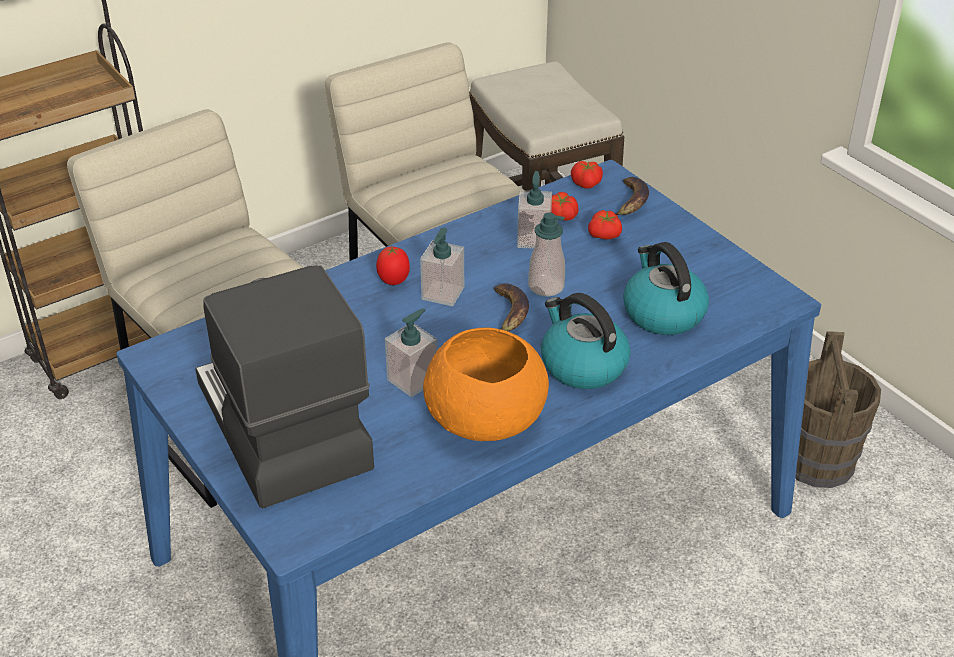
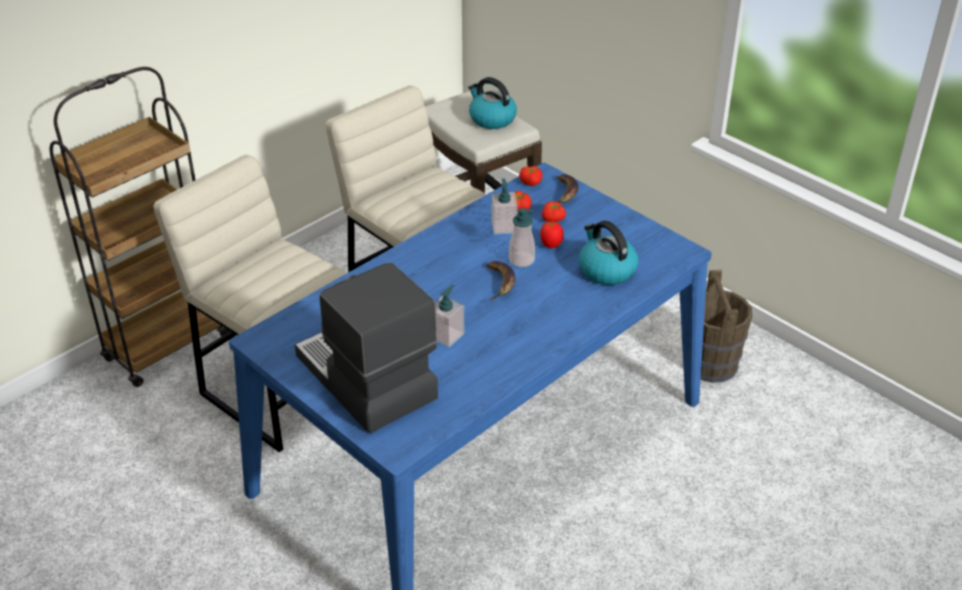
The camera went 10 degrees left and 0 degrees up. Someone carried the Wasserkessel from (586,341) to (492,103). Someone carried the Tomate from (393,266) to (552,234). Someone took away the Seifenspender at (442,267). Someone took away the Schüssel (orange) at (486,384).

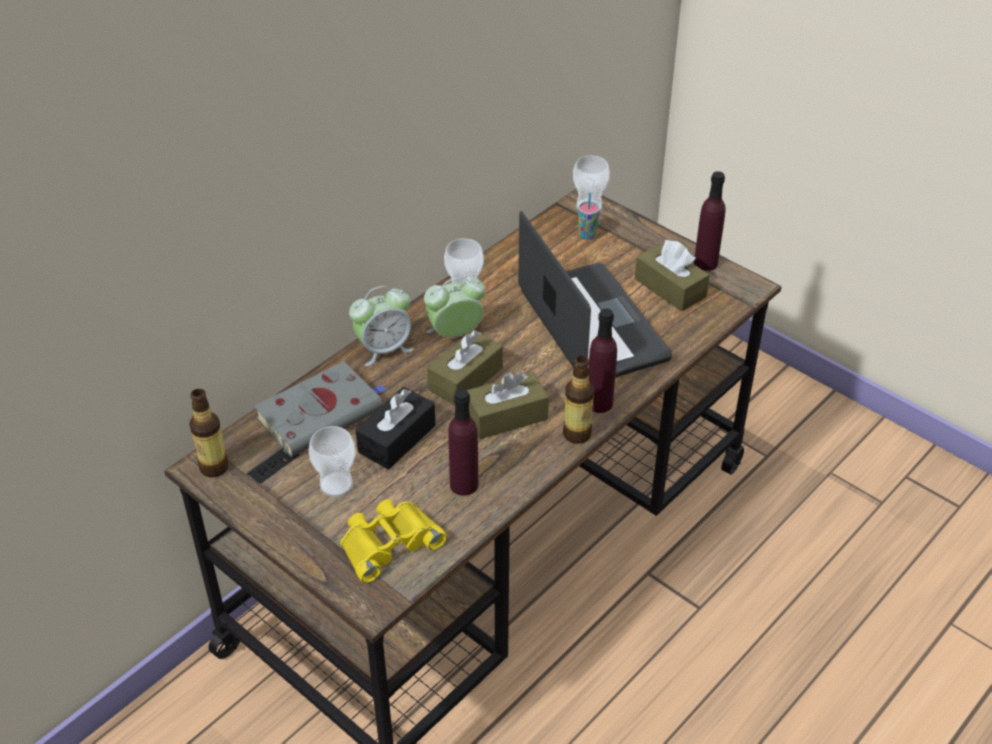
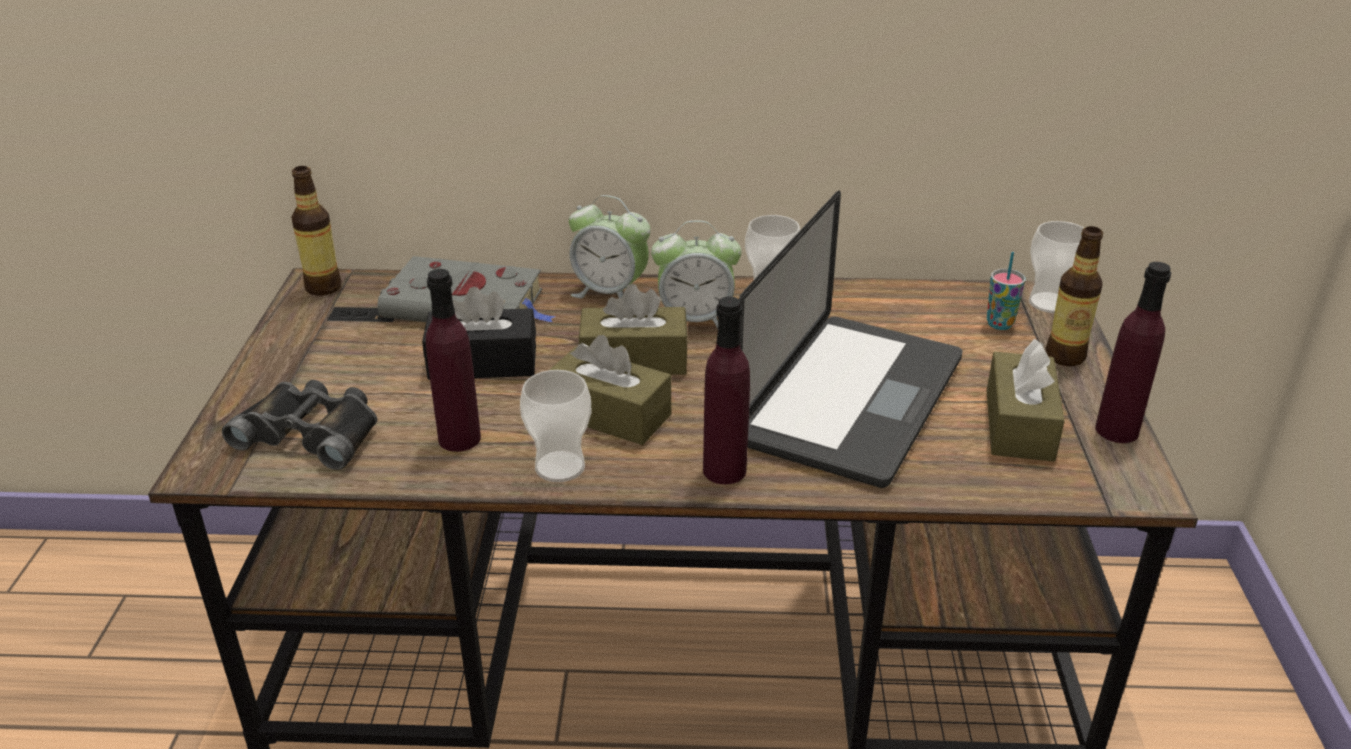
The camera went 50 degrees right and 10 degrees down. Someone repainted the Fernglas (gelb) at (393,541), which became the Fernglas (schwarz) at (299,425). Someone carried the Tasse from (332,461) to (556,426). Someone rotated the Wecker at (454,307) by 150 degrees clockwise. Someone carried the Flasche from (578,400) to (1074,296).

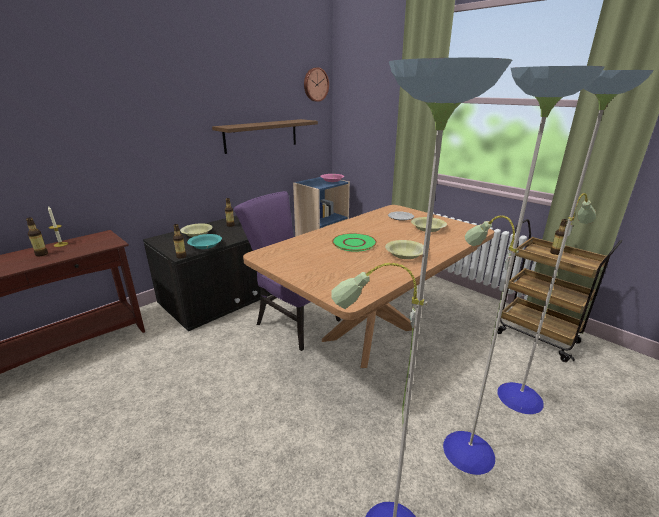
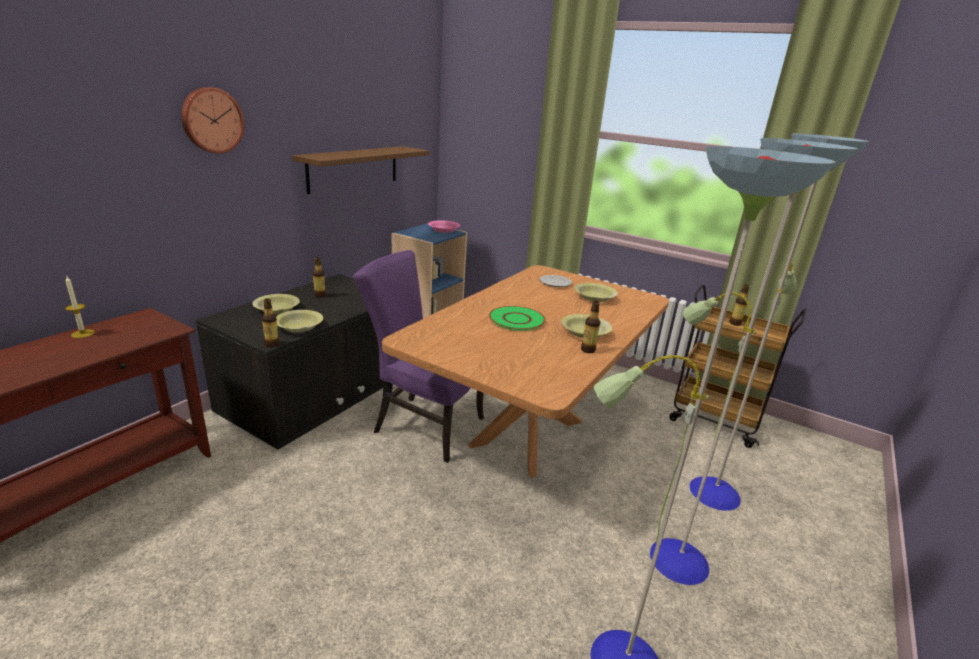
The camera went 15 degrees left and 0 degrees up. Someone carried the Wanduhr from (316,85) to (212,120). Someone repainted the Schüssel (türkis) at (204,241), which became the Schüssel (gelb) at (299,321). Someone carried the Flasche from (37,237) to (590,327).

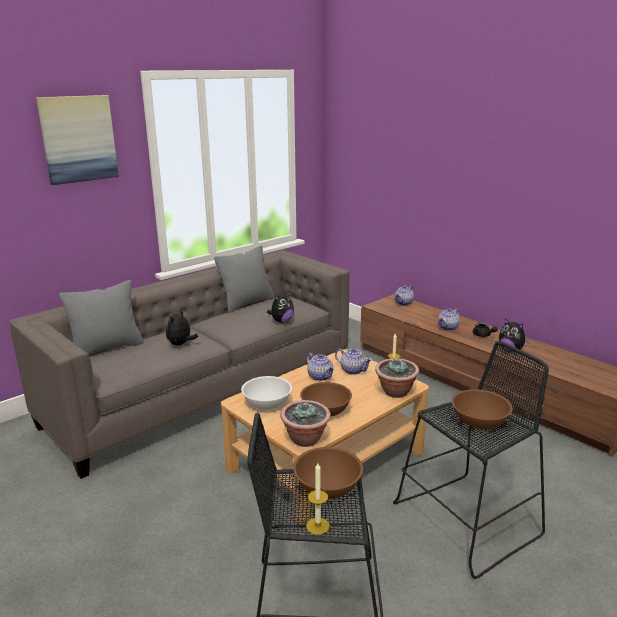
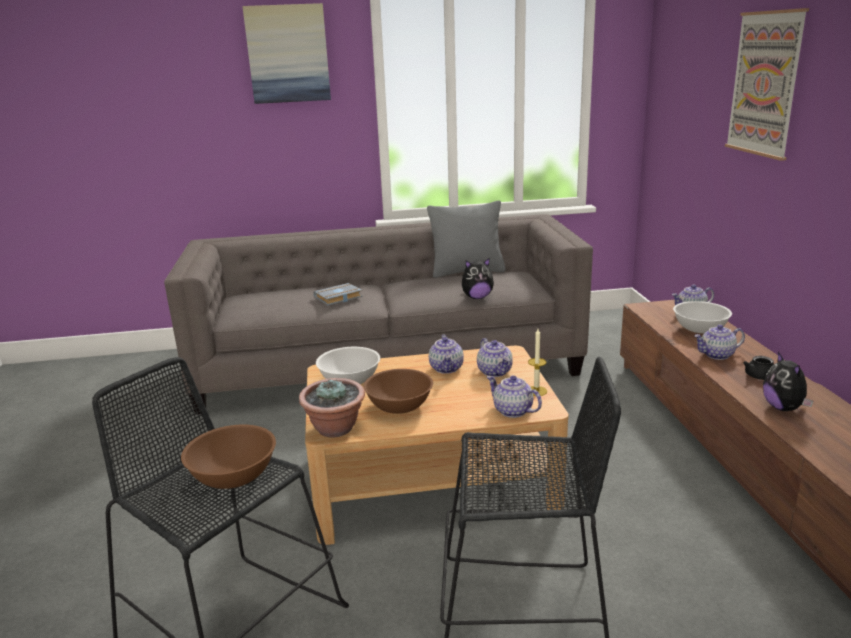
The camera went 35 degrees right and 0 degrees up. Someone swapped the Plüschtier at (182,327) for the Buch (grau) at (338,294). Someone swapped the Topfpflanze at (397,378) for the Teekanne at (514,396). Someone put down the Schüssel (weiß) at (702,317). Someone put up the Bild at (767,84). Someone took away the Kissen (grau) at (101,317). Someone took away the Kerze at (318,499). Someone took away the Schüssel (braun) at (481,409).

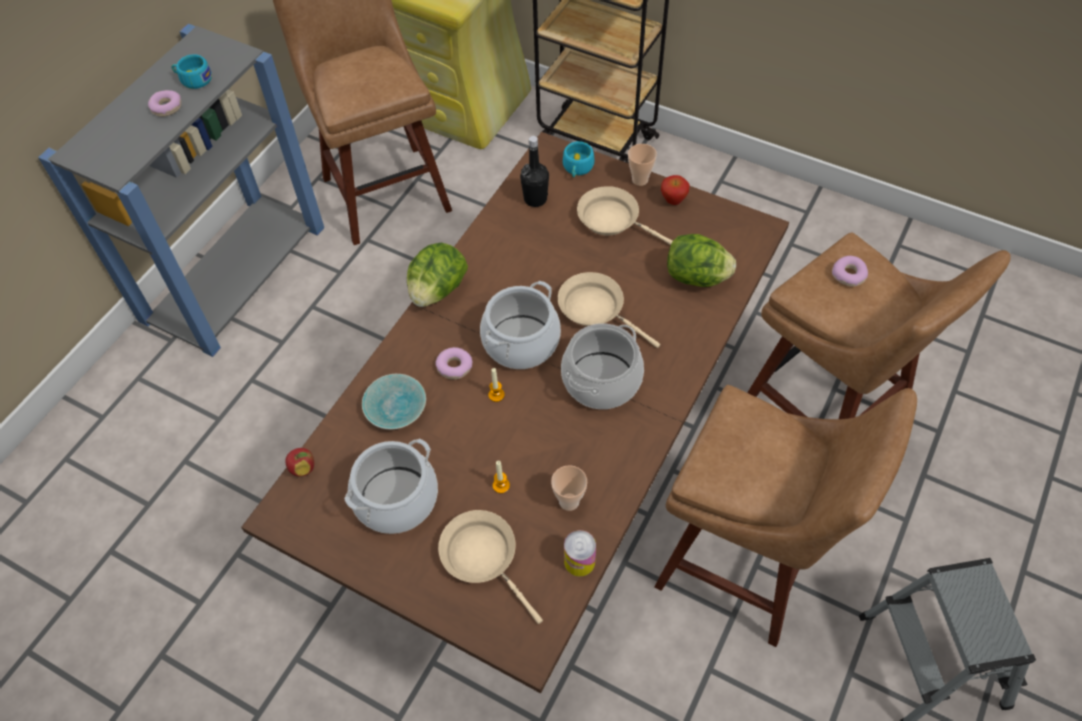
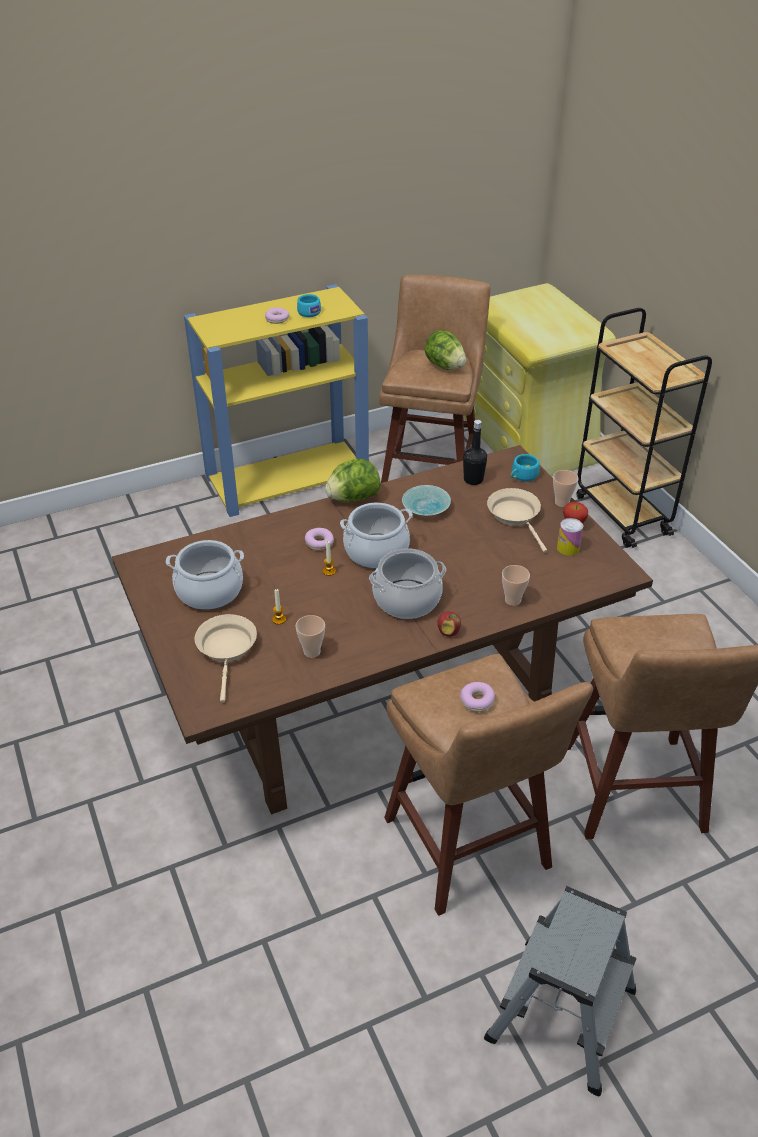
The camera went 35 degrees right and 15 degrees down. Someone repainted the Bücherregal (grau) at (181,190), which became the Bücherregal (gelb) at (276,400). Someone carried the Schüssel (türkis) from (394,401) to (426,500). Someone carried the Salatkopf from (701,260) to (445,350). Someone carried the Apfel from (300,462) to (449,624). Someone carried the Donut from (850,271) to (477,697). Someone put down the Tasse at (516,585). Someone carried the Dose from (580,553) to (570,537). Someone took away the Pfanne (beige) at (609,310).

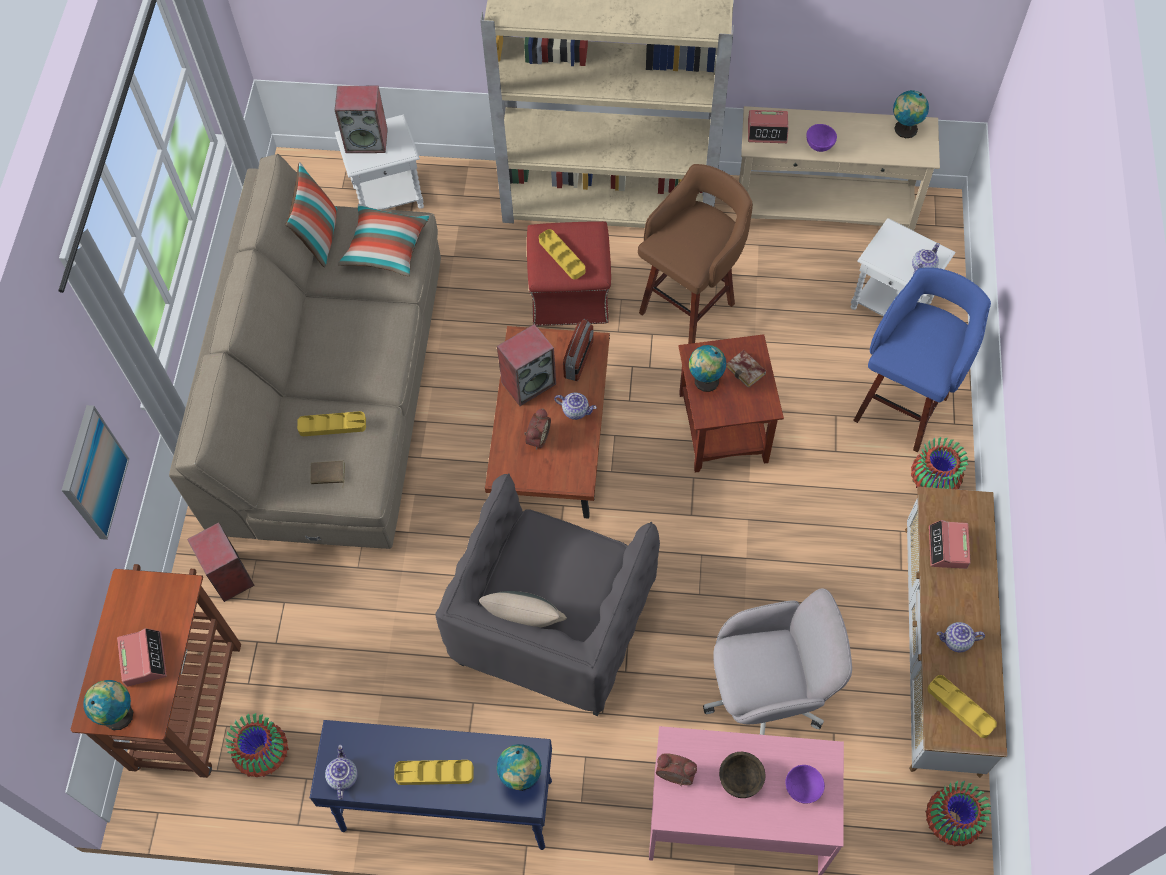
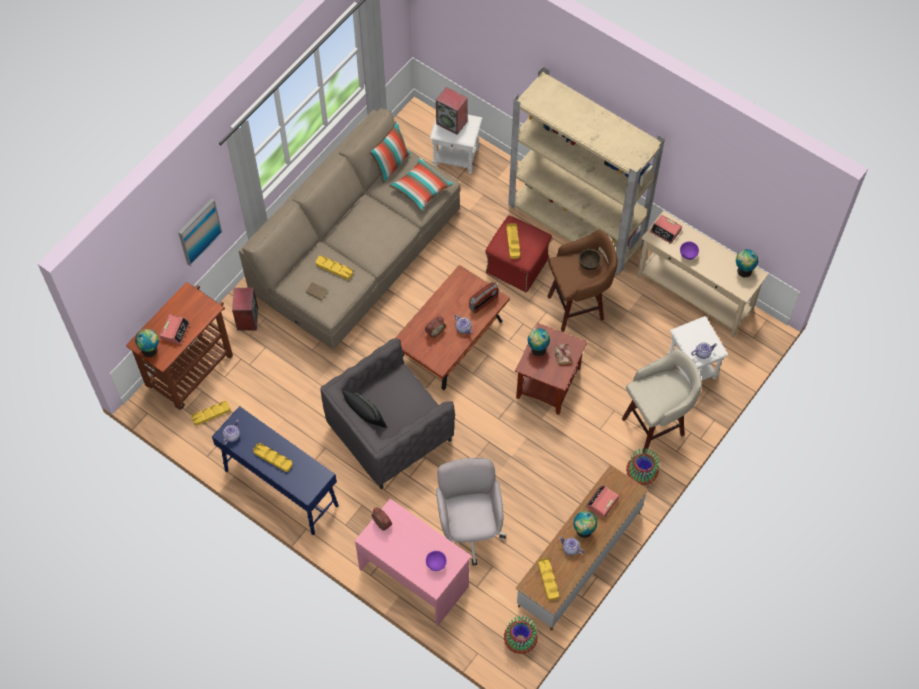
The camera went 30 degrees right and 0 degrees up. Someone swapped the Vase at (257,745) for the Tablett (gelb) at (210,413). Someone repainted the Kissen (beige) at (523,609), which became the Kissen (schwarz) at (364,409). Someone rotated the Bürostuhl (grau) at (777,661) by 120 degrees counterclockwise. Someone carried the Globus from (519,767) to (585,524). Someone carried the Schüssel (braun) from (742,775) to (590,259). Someone repainted the Hocker (blau) at (922,360), which became the Hocker (beige) at (662,401). Someone took away the Lautsprecher at (526,365).

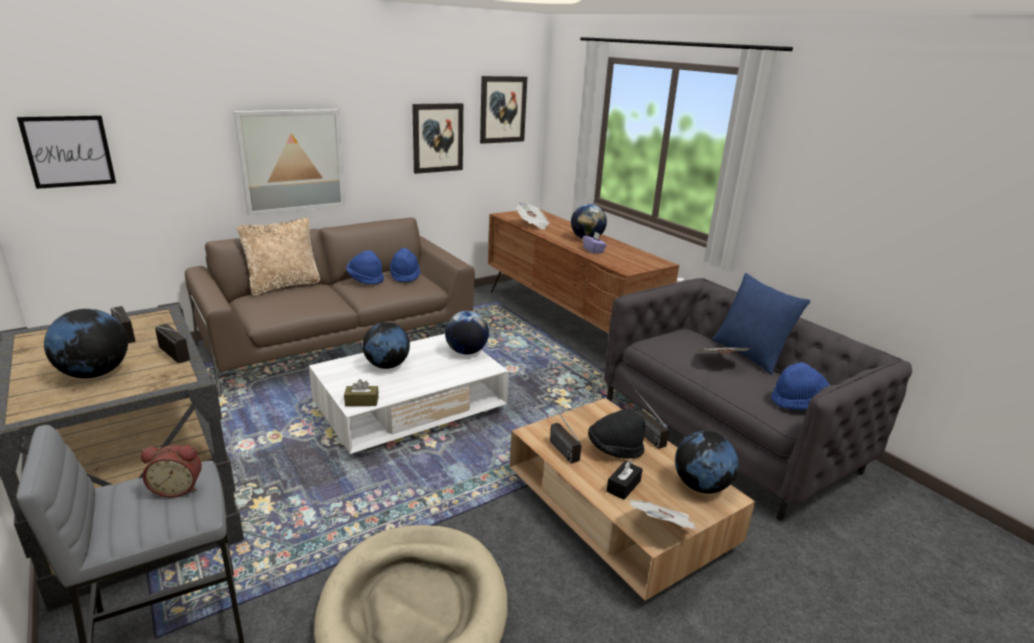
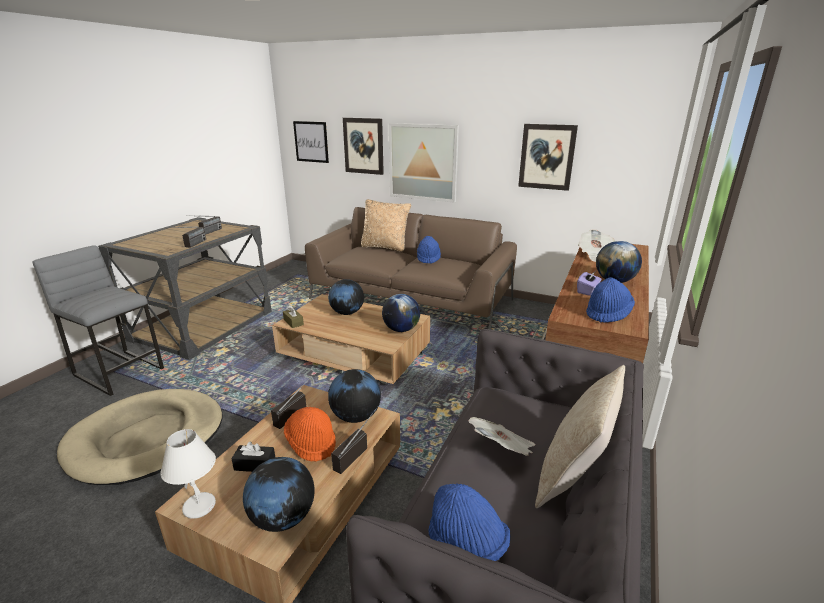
The camera went 60 degrees right and 0 degrees up. Someone swapped the Zeitung at (663,514) for the Tischlampe (weiß) at (188,474). Someone repainted the Couchtisch (weiß) at (409,394), which became the Couchtisch (braun) at (351,339). Someone repainted the Hut (schwarz) at (616,434), which became the Hut (orange) at (310,434). Someone carried the Globus from (86,343) to (354,396). Someone carried the Bild from (503,110) to (363,146). Someone repainted the Kissen (blau) at (761,324), which became the Kissen (beige) at (580,436). Someone carried the Hut (blau) from (405,265) to (610,300). Someone took away the Wecker at (171,471).

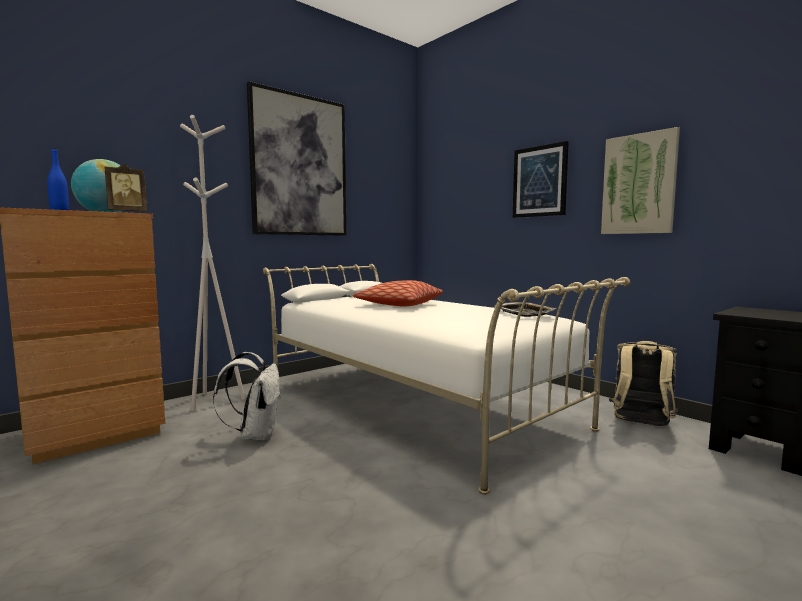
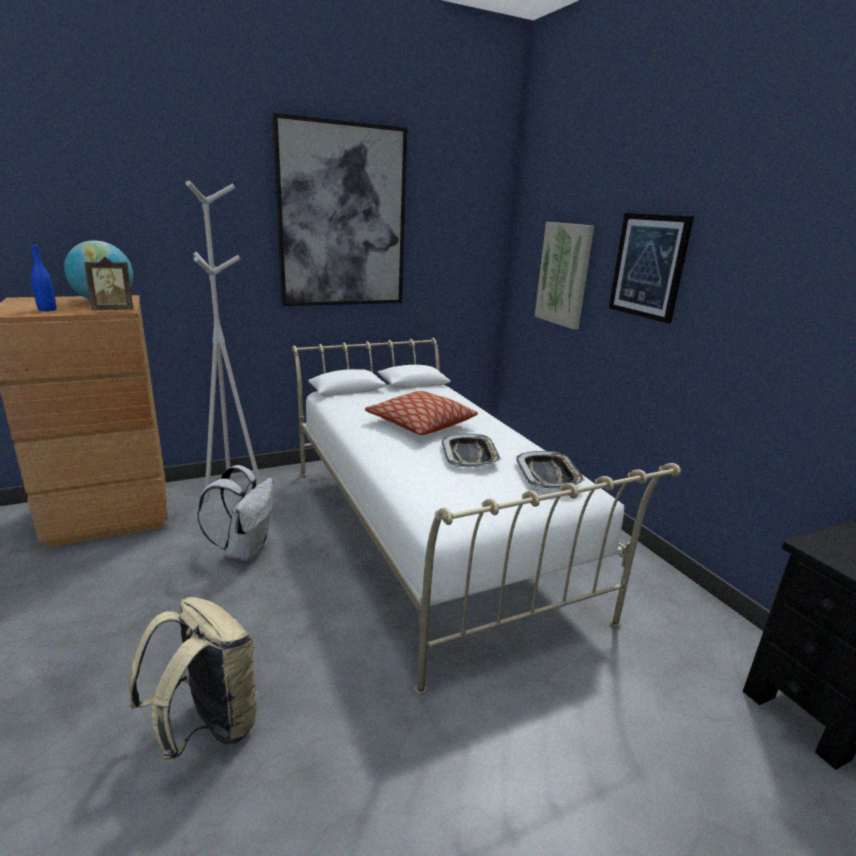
The camera went 15 degrees right and 15 degrees up. Someone carried the Rucksack (beige) from (643,383) to (193,679). Someone put down the Tablett at (471,450). Someone carried the Bild from (640,180) to (564,275).

